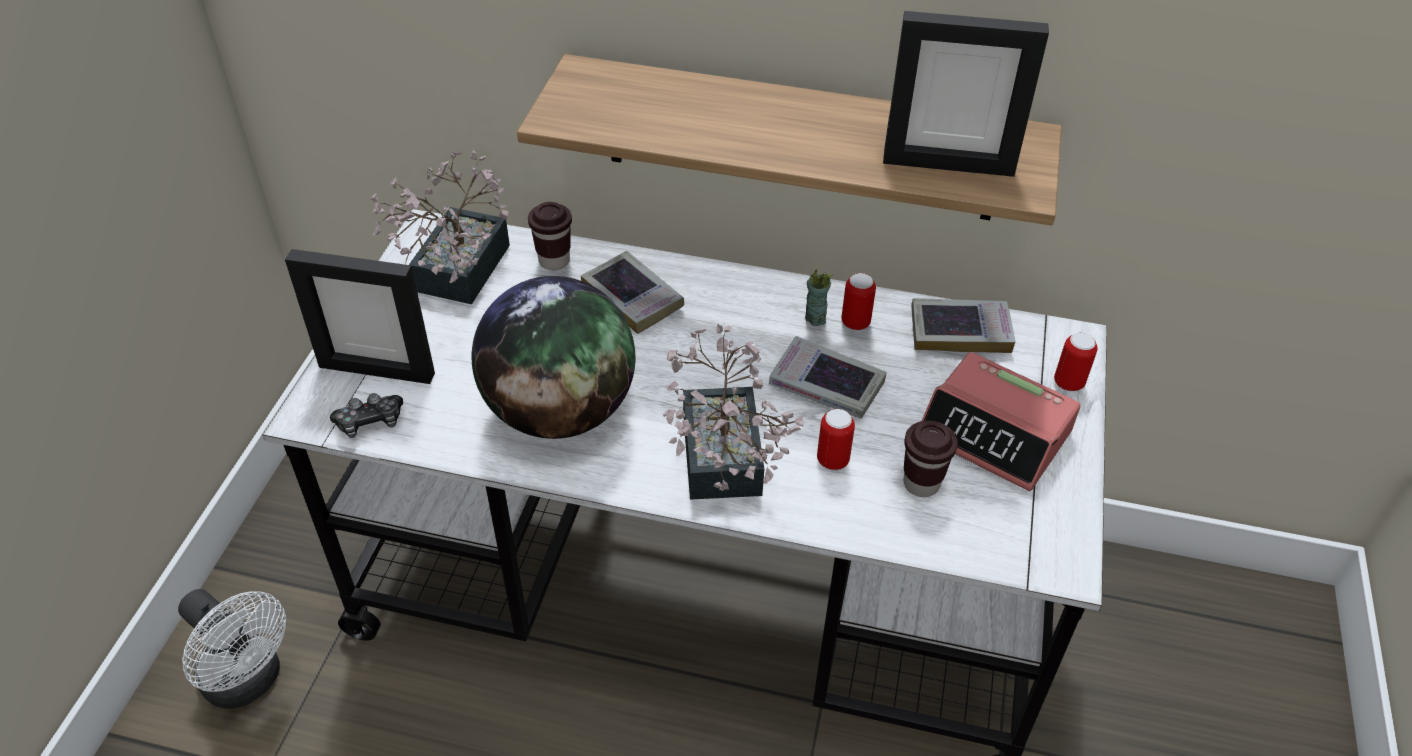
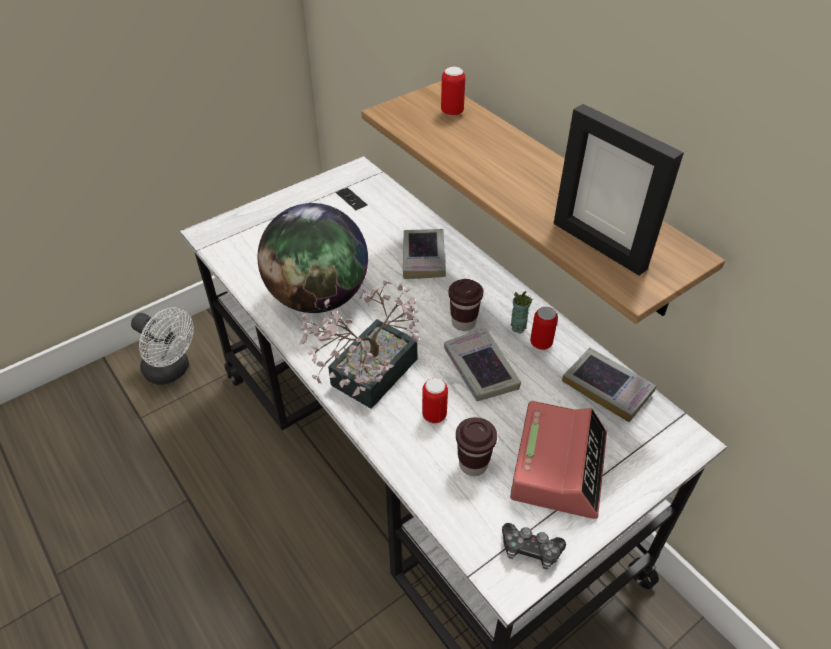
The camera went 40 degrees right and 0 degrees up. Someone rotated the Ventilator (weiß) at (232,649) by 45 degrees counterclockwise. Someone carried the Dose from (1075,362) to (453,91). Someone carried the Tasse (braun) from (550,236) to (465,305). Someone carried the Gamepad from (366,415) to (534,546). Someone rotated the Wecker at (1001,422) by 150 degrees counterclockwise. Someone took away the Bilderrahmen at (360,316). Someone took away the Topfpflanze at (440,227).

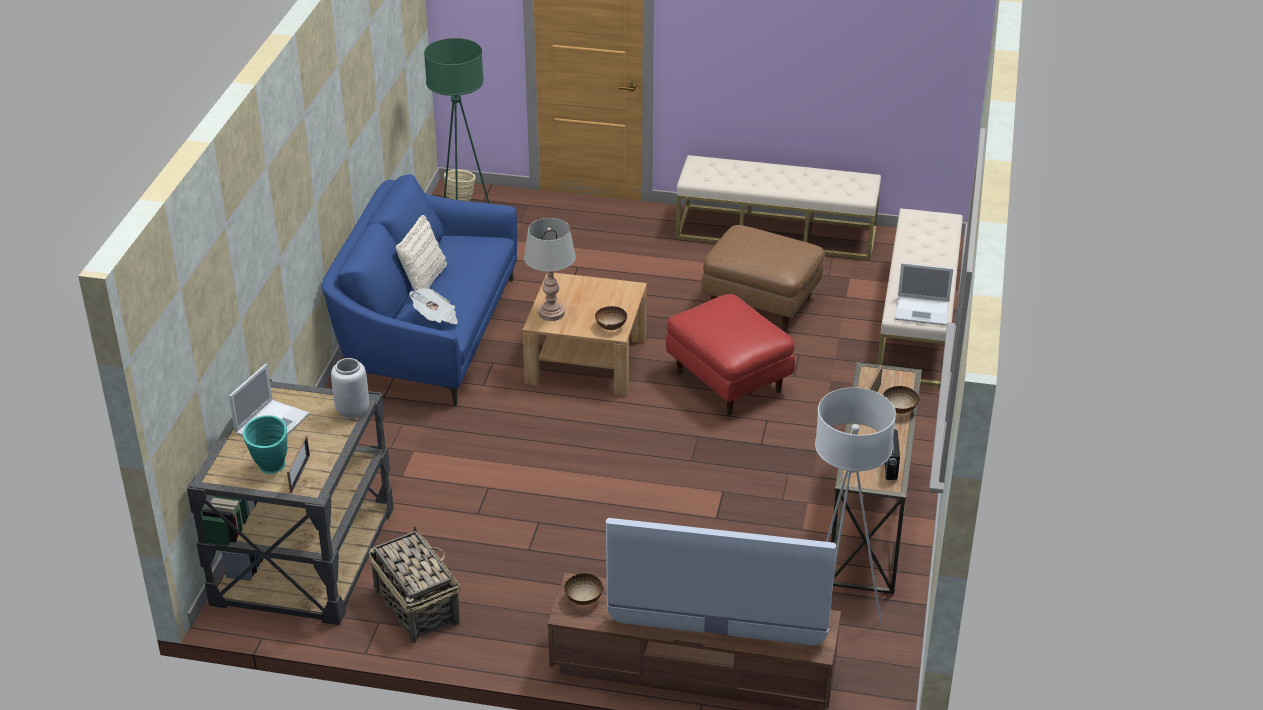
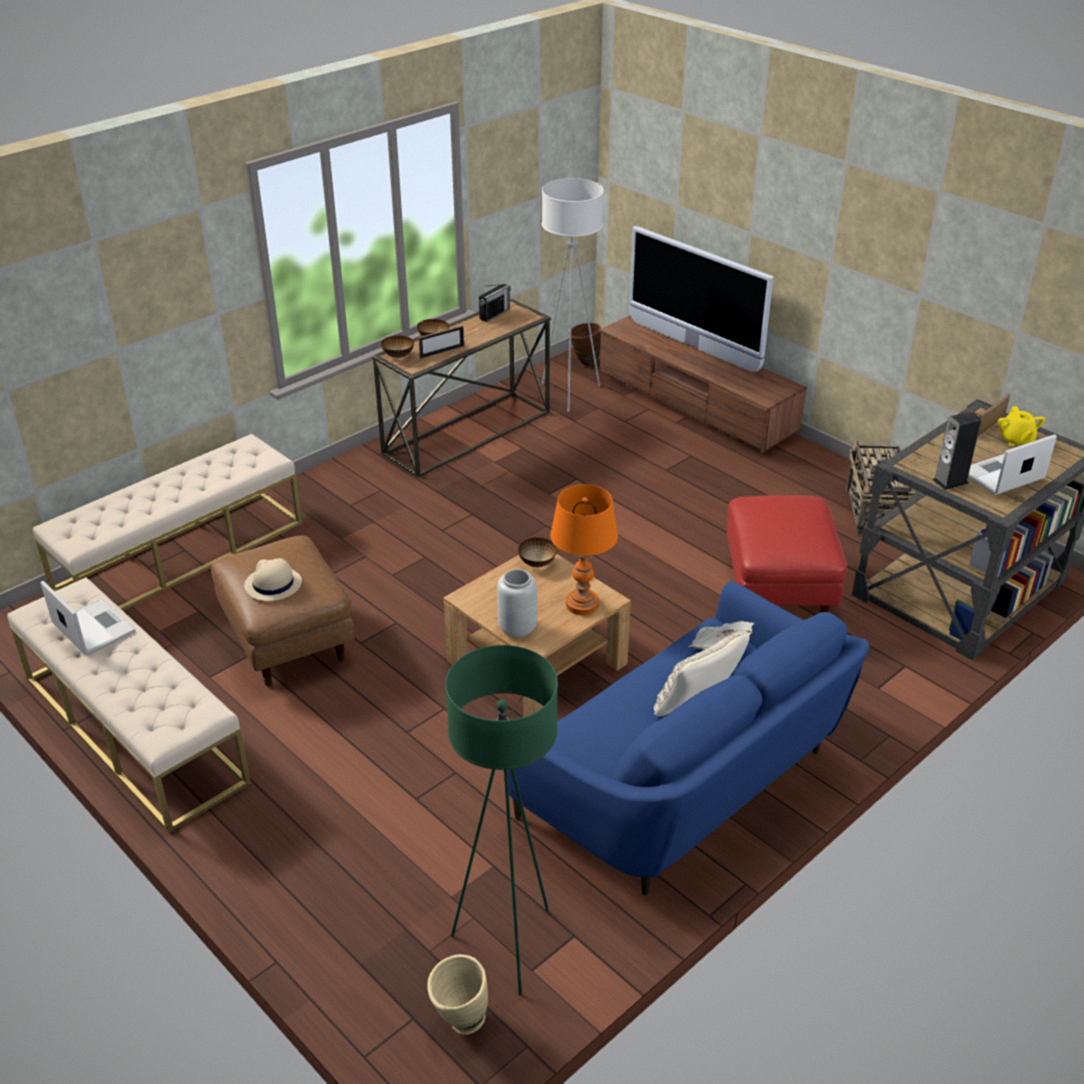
The camera went 145 degrees left and 0 degrees up. Someone carried the Laptop from (923,294) to (88,618). Someone put down the Hut (beige) at (273,579). Someone carried the Schüssel from (584,589) to (397,347). Someone carried the Vase (grau) from (350,388) to (517,603). Someone repainted the Tischlampe (grau) at (550,269), which became the Tischlampe (orange) at (584,550). Someone put down the Vase (braun) at (586,345). Someone carried the Polsterhocker (rot) from (730,355) to (786,554). Someone put down the Lautsprecher at (957,450). Someone swapped the Vase (türkis) at (265,444) for the Teekanne (gelb) at (1021,426).

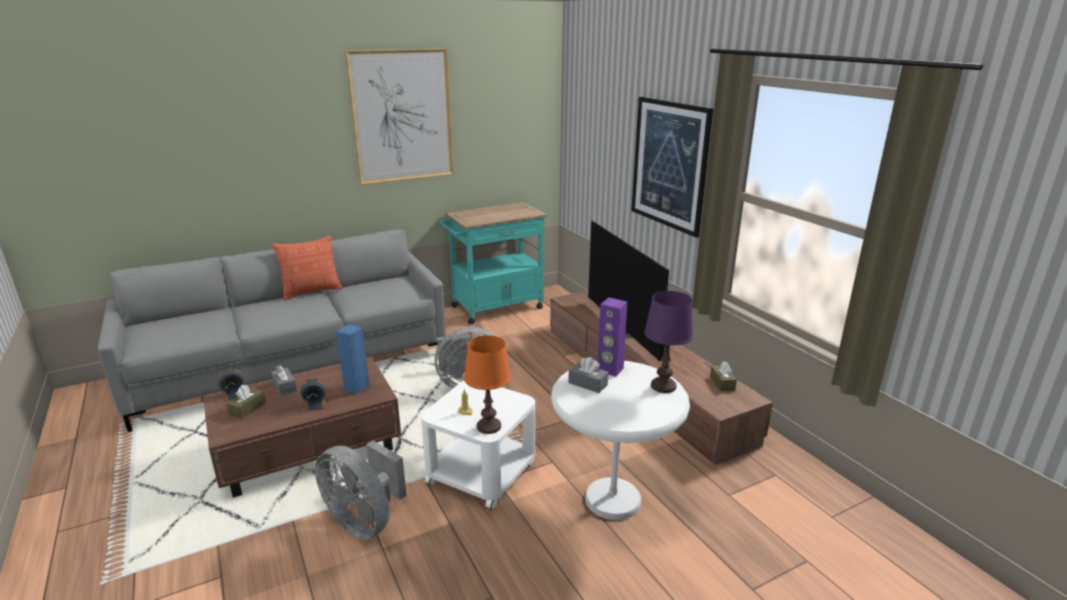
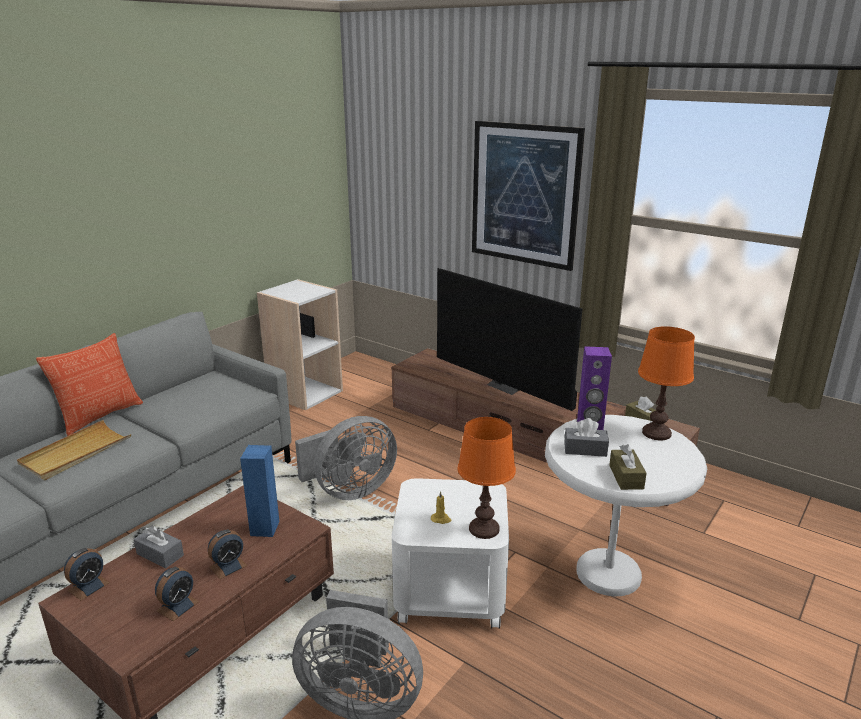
The camera went 25 degrees left and 0 degrees up. Someone put down the Tablett (beige) at (74,450). Someone put down the Wecker at (177,593). Someone swapped the Rollwagen (türkis) at (492,263) for the Bücherregal at (300,345). Someone carried the Taschentuchbox (braun) from (246,402) to (628,467). Someone repainted the Tischlampe (lila) at (668,342), which became the Tischlampe (orange) at (666,383). Someone took away the Bild at (399,116).

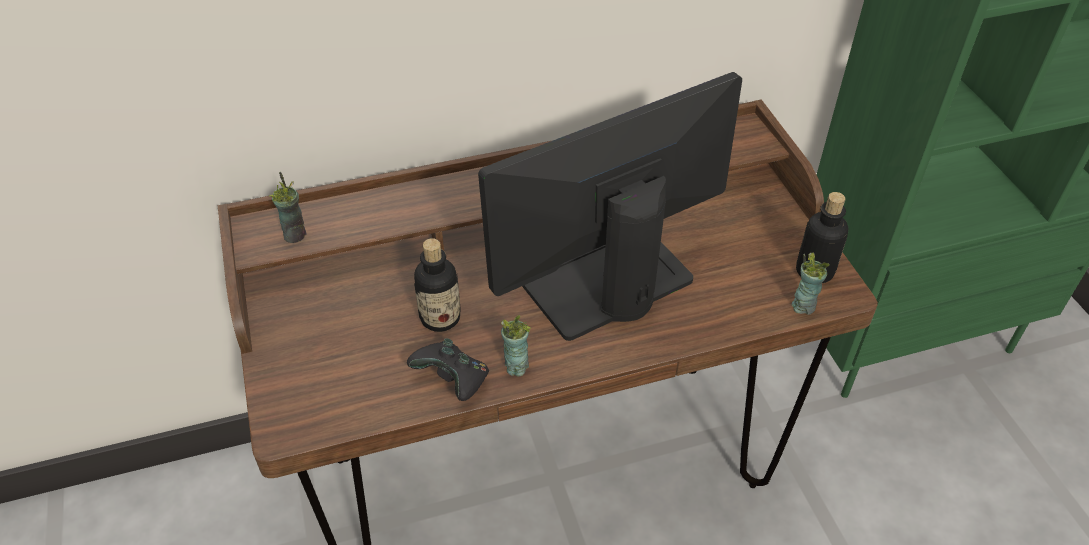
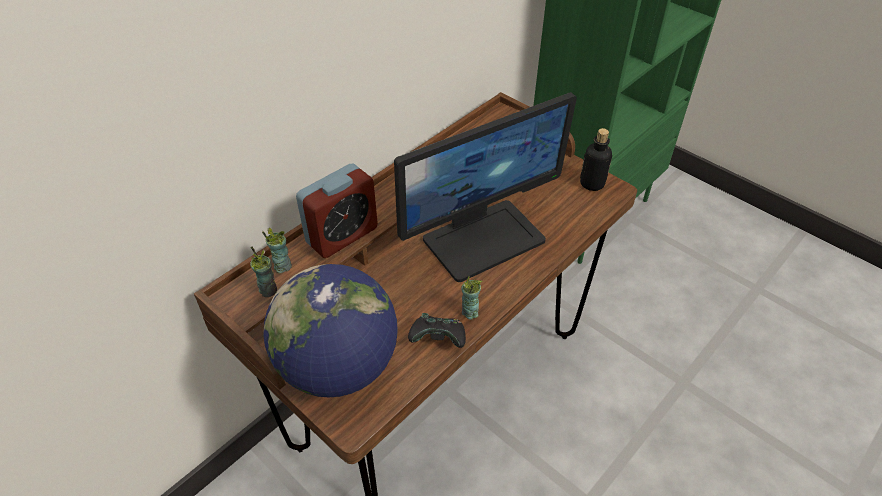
The camera went 30 degrees left and 0 degrees up. Someone carried the Tasse from (810,283) to (277,250). Someone put down the Globus at (330,330). Someone put down the Wecker at (337,211). Someone rotated the Monitor at (610,206) by 150 degrees counterclockwise. Someone took away the Flasche at (437,285).

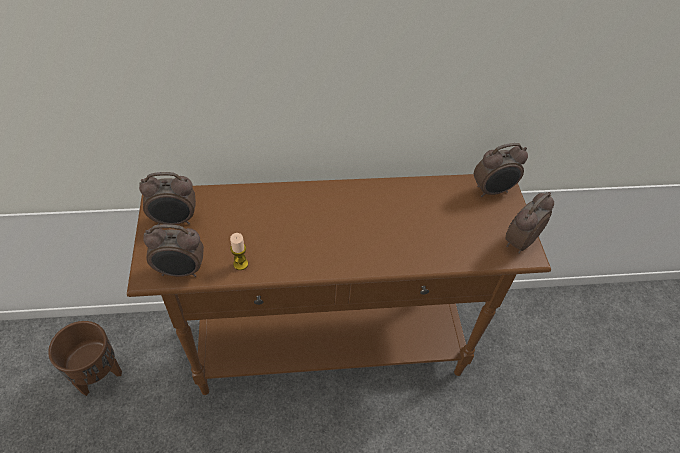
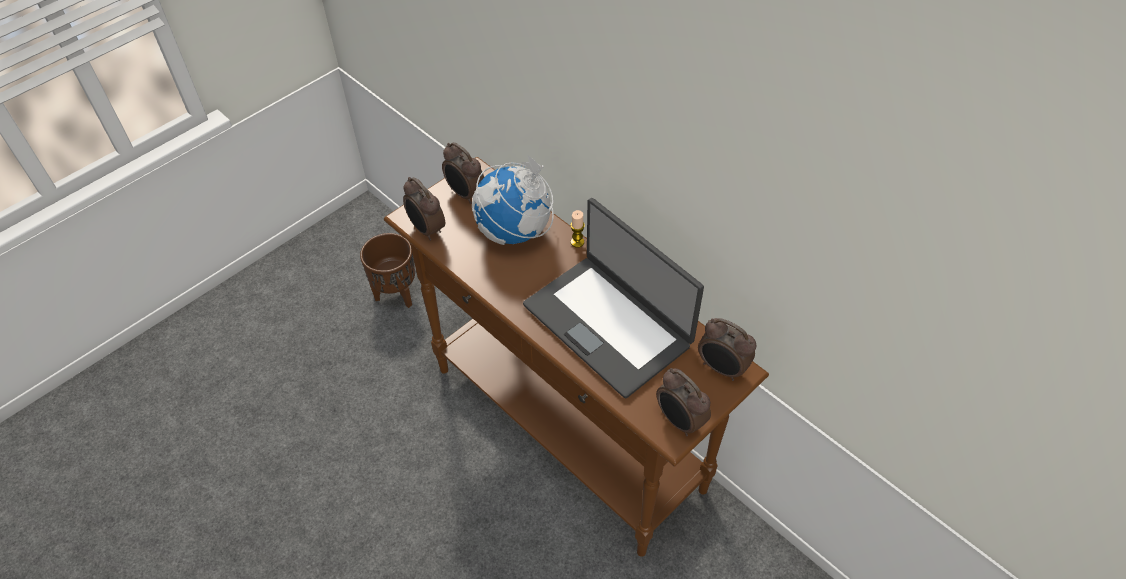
The camera went 55 degrees right and 0 degrees up. Someone put down the Globus at (513,199). Someone put down the Laptop at (613,298). Someone carried the Kerze from (239,251) to (577,229). Someone rotated the Wecker at (529,223) by 135 degrees counterclockwise.

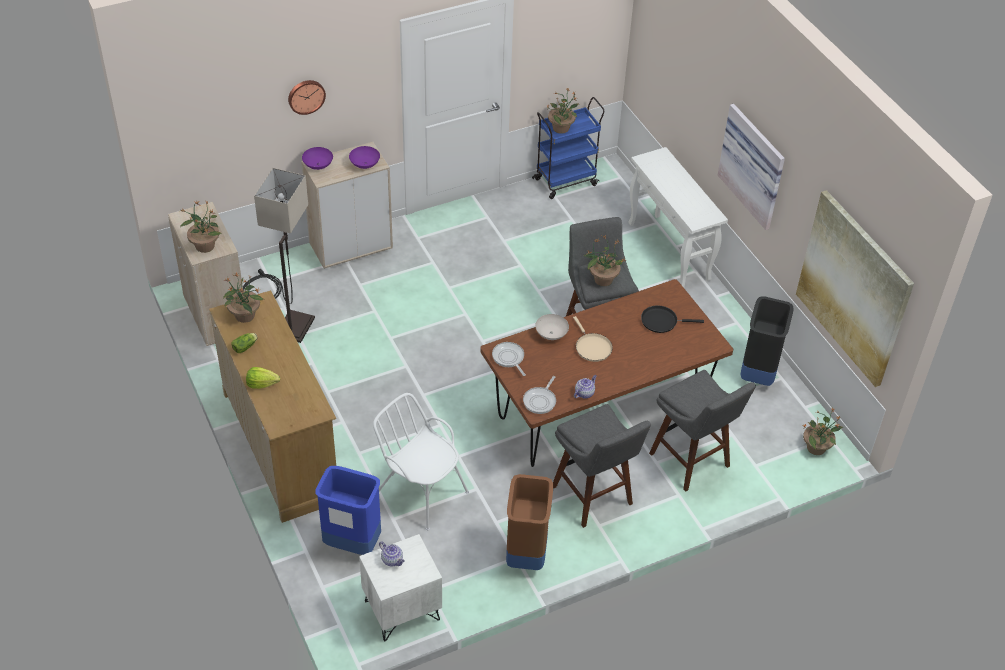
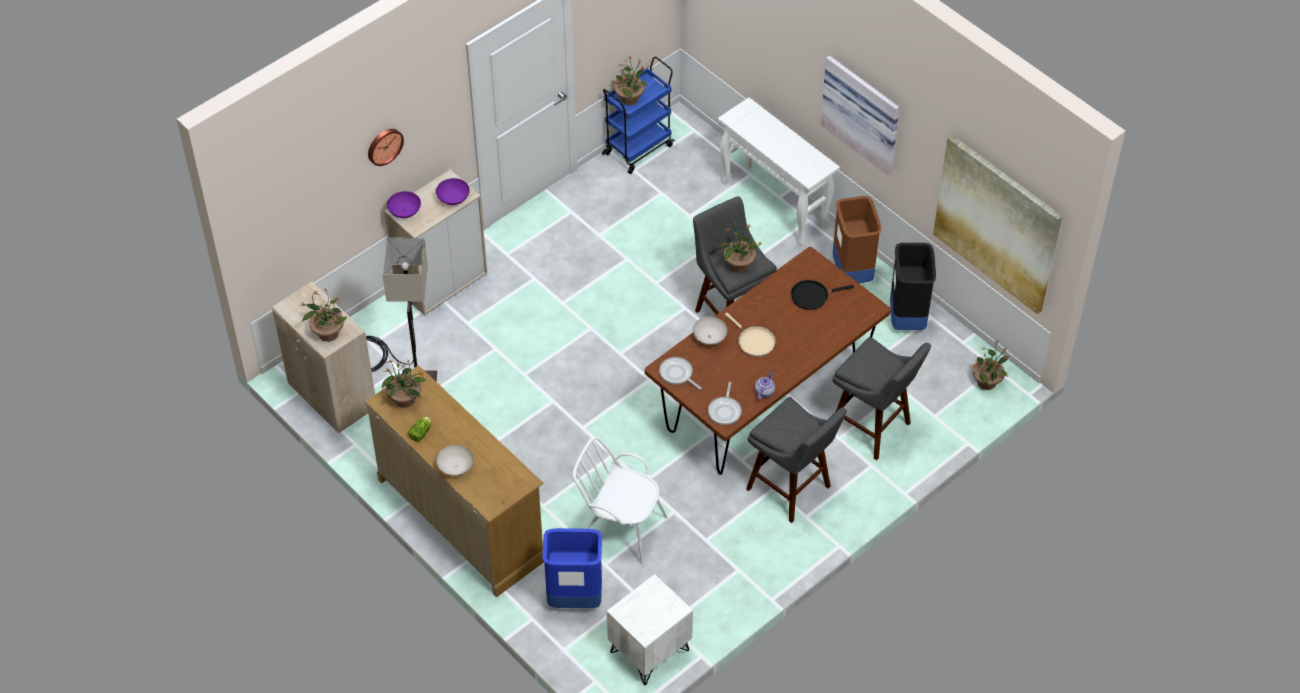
The camera went 15 degrees left and 5 degrees up. Someone swapped the Salatkopf at (263,378) for the Schüssel (weiß) at (454,460). Someone carried the Mülleimer (braun) from (529,522) to (857,239). Someone took away the Teekanne at (392,553).

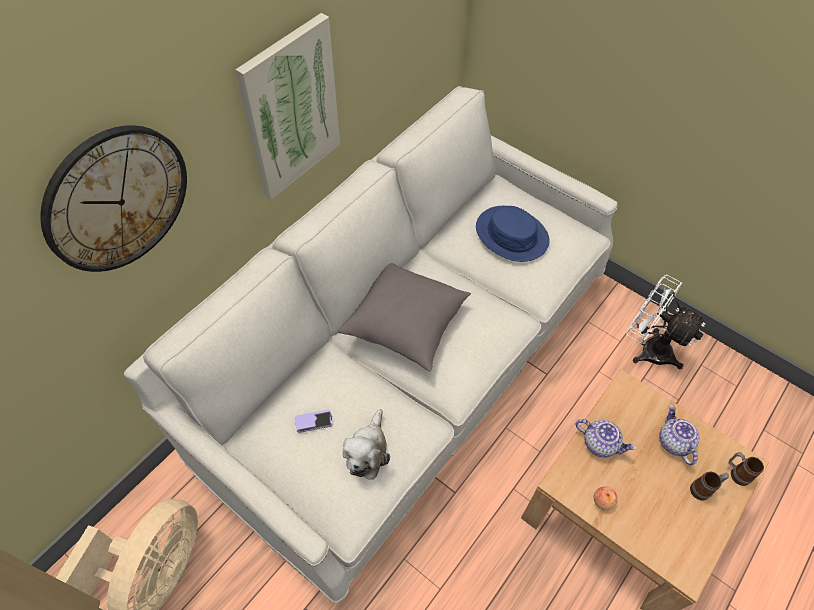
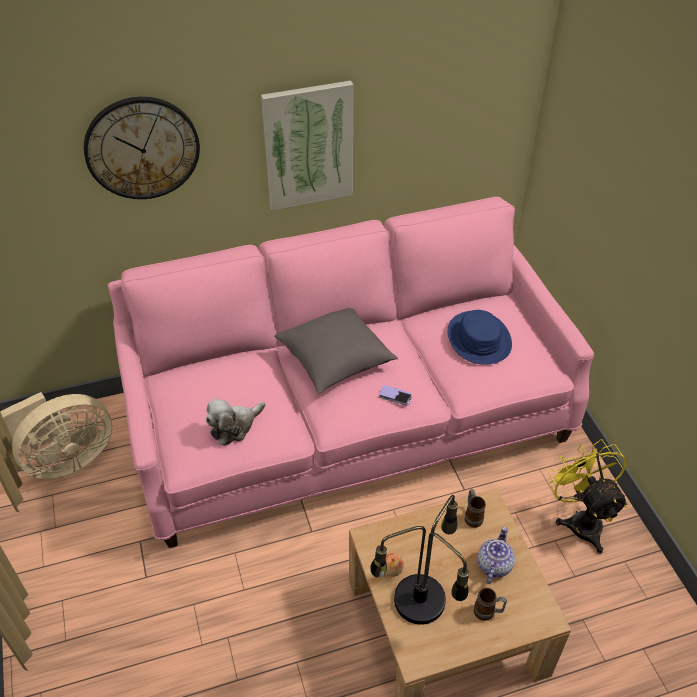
The camera went 35 degrees right and 10 degrees down. Someone repainted the Sofa (weiß) at (370,344), which became the Sofa (rosa) at (351,372). Someone put down the Tischlampe at (419,560). Someone carried the Handy from (314,421) to (395,395). Someone carried the Henkelbecher from (746,469) to (475,508). Someone repainted the Ventilator (weiß) at (665,322), which became the Ventilator (gelb) at (588,496). Someone took away the Teekanne at (606,438).

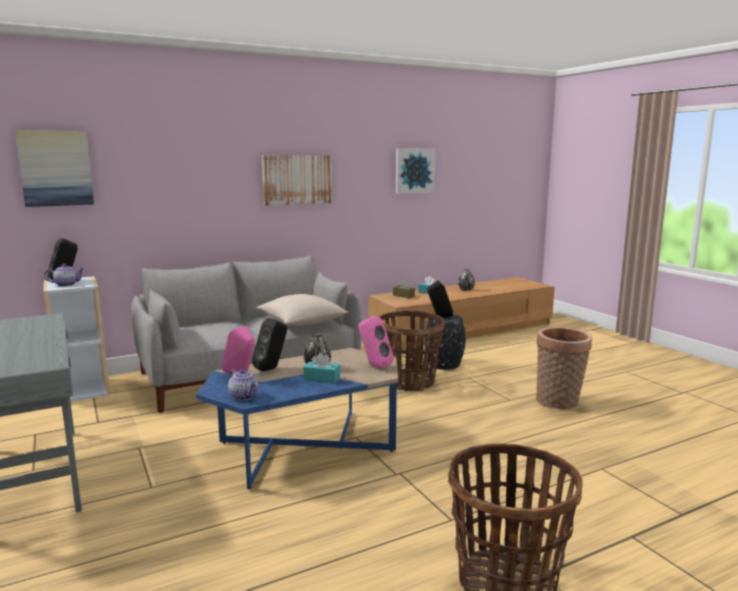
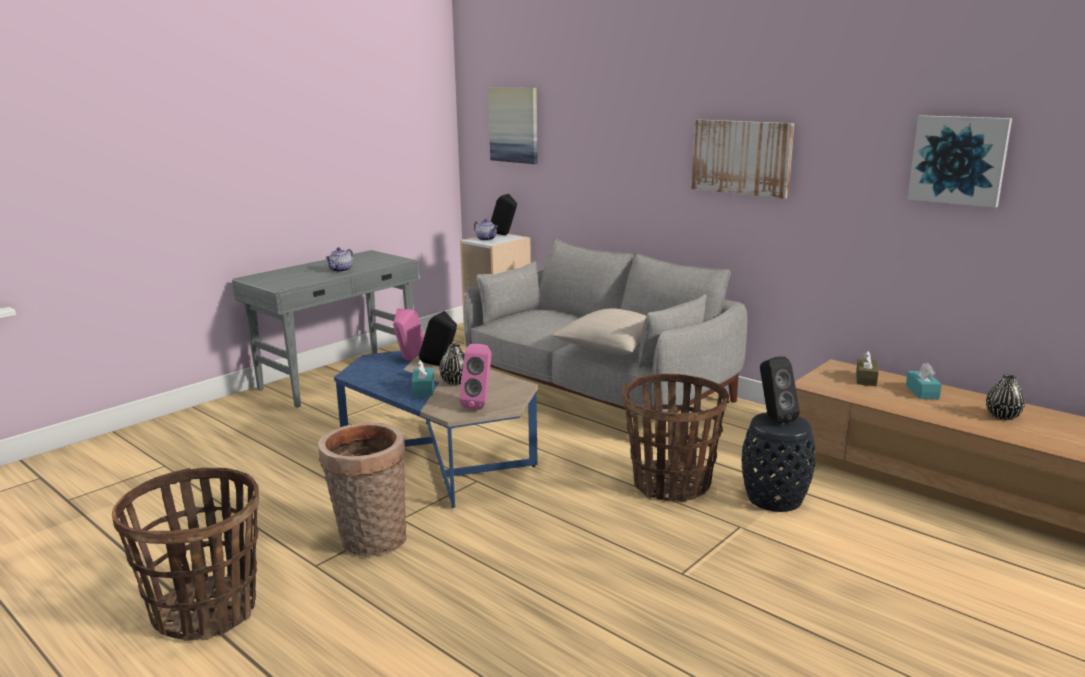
The camera went 70 degrees right and 5 degrees up. Someone carried the Korb from (564,368) to (362,489). Someone carried the Teekanne from (243,385) to (339,259).

